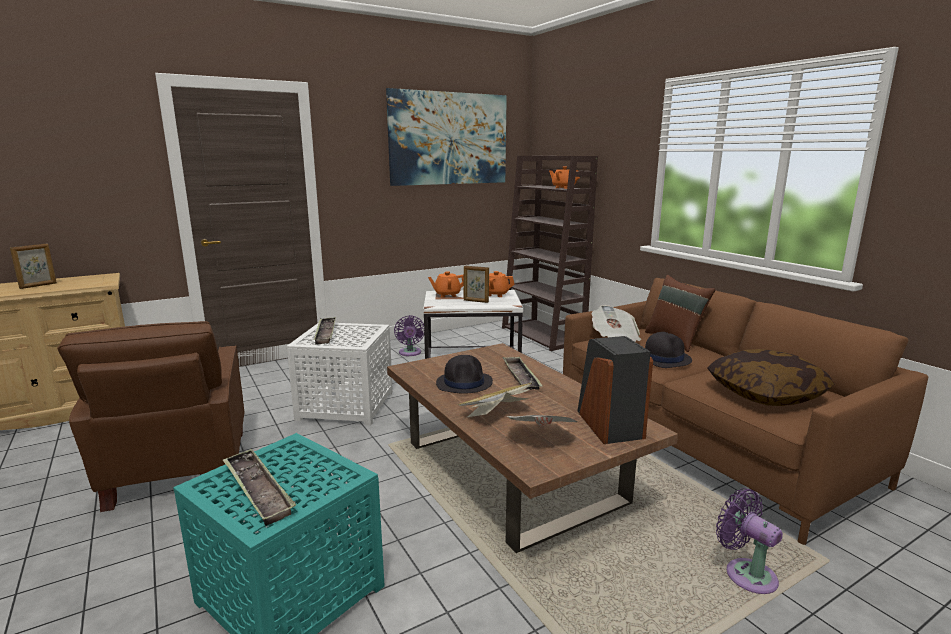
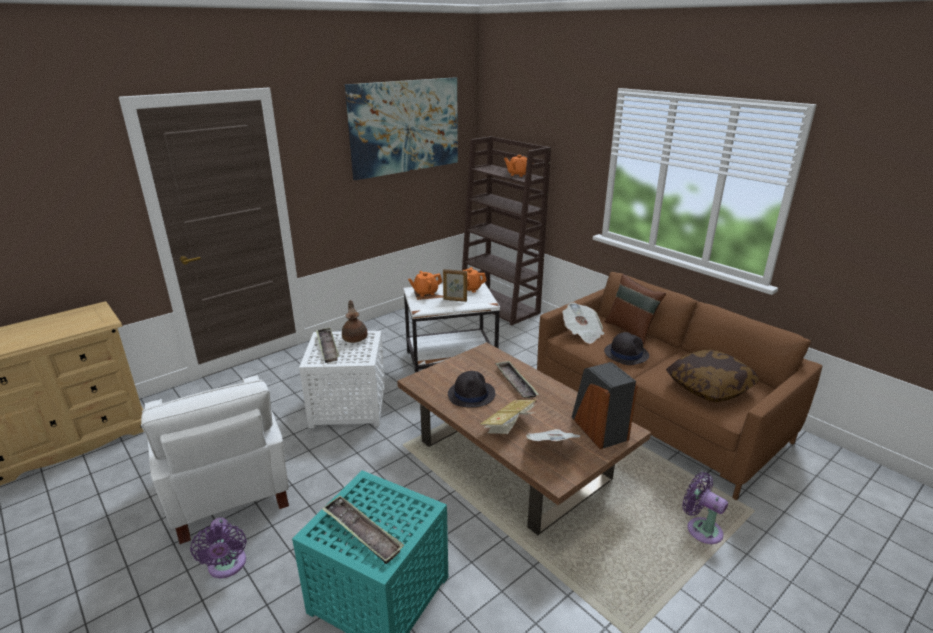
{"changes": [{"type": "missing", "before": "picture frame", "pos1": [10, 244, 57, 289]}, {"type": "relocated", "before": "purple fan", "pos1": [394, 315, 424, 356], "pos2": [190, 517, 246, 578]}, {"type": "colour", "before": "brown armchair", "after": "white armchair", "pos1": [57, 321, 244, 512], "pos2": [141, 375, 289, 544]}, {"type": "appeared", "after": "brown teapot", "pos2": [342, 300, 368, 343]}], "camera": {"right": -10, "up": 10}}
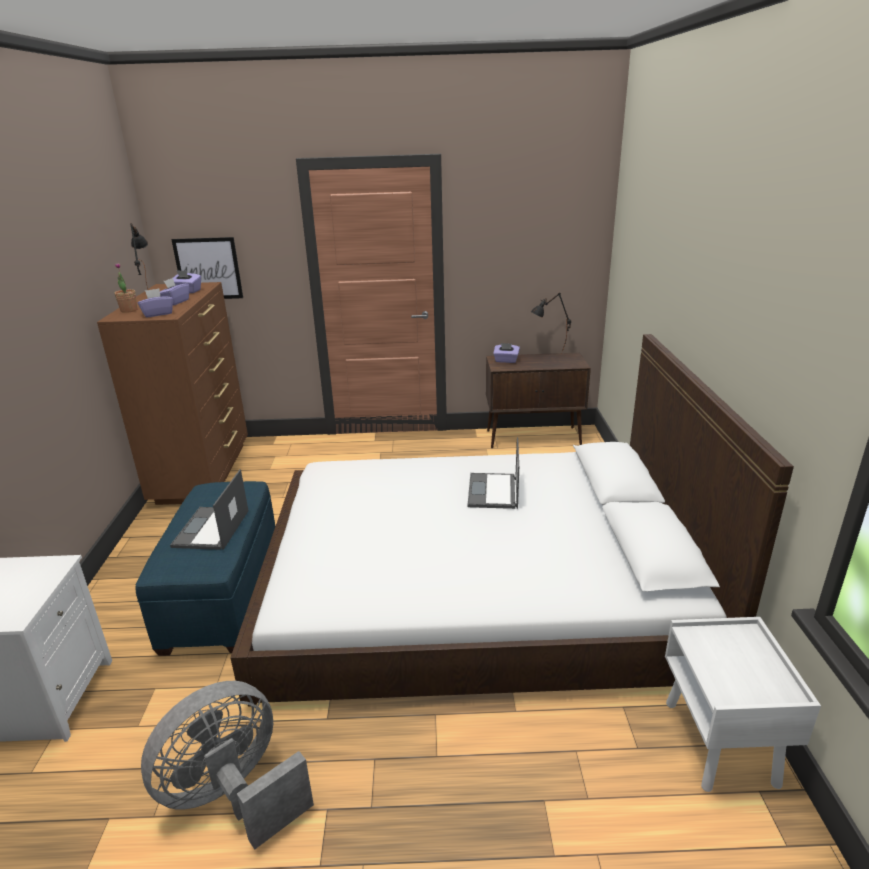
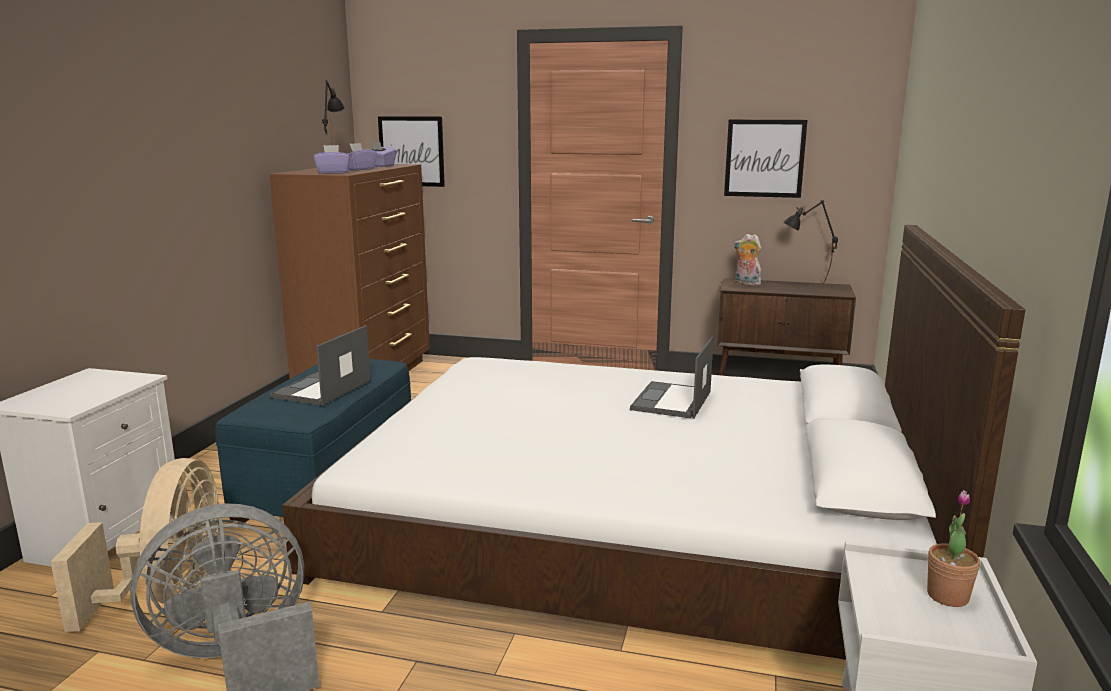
{"changes": [{"type": "relocated", "before": "potted plant", "pos1": [115, 262, 138, 313], "pos2": [927, 490, 980, 607]}, {"type": "exchanged", "before": "purple tissue box", "after": "plush toy", "pos1": [493, 343, 520, 363], "pos2": [734, 234, 761, 285]}, {"type": "appeared", "after": "picture", "pos2": [724, 120, 807, 198]}, {"type": "appeared", "after": "beige fan", "pos2": [51, 458, 219, 632]}], "camera": {"right": 15, "up": -10}}
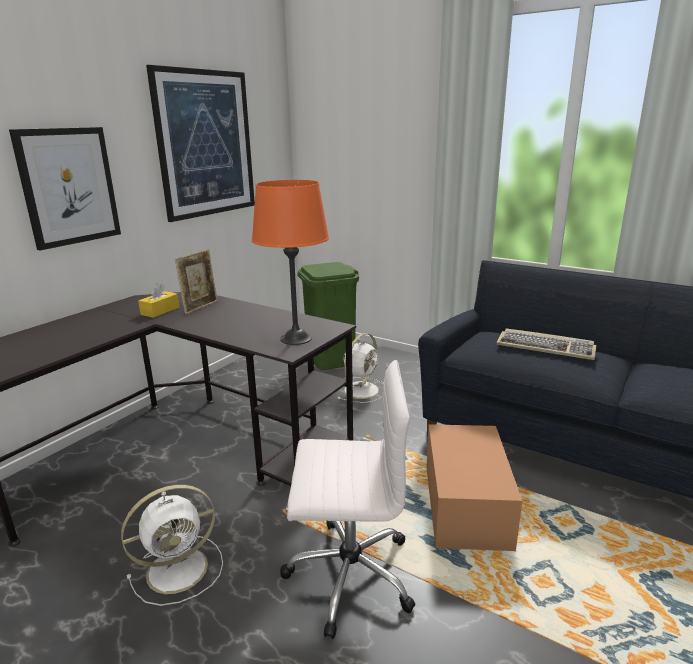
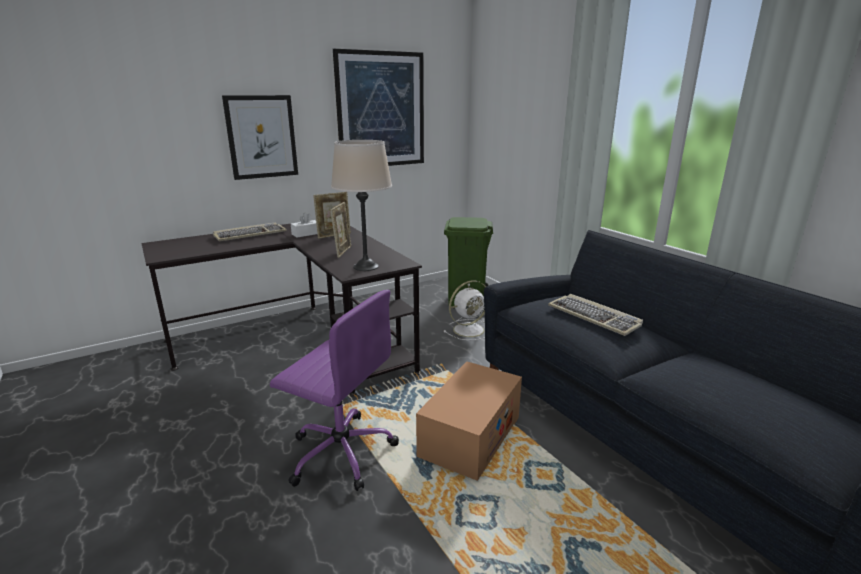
{"changes": [{"type": "colour", "before": "orange table lamp", "after": "beige table lamp", "pos1": [252, 180, 329, 345], "pos2": [331, 140, 392, 271]}, {"type": "colour", "before": "yellow tissue box", "after": "white tissue box", "pos1": [138, 283, 179, 318], "pos2": [291, 213, 317, 237]}, {"type": "colour", "before": "white office chair", "after": "purple office chair", "pos1": [280, 360, 415, 639], "pos2": [270, 290, 399, 491]}, {"type": "missing", "before": "white fan", "pos1": [121, 485, 223, 606]}, {"type": "appeared", "after": "picture frame", "pos2": [330, 202, 351, 258]}, {"type": "appeared", "after": "keyboard", "pos2": [213, 223, 287, 241]}], "camera": {"right": 25, "up": 0}}
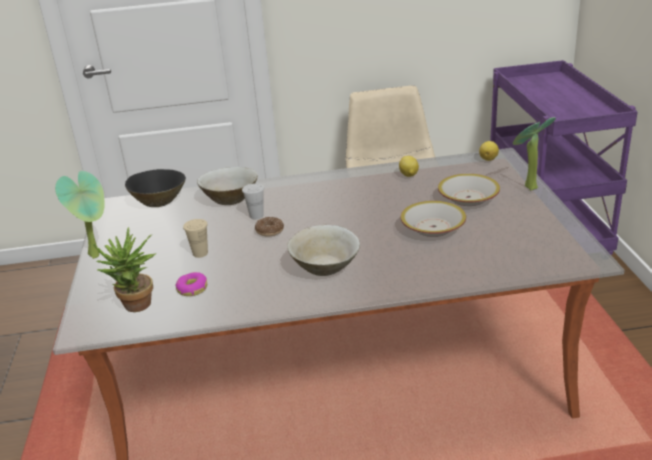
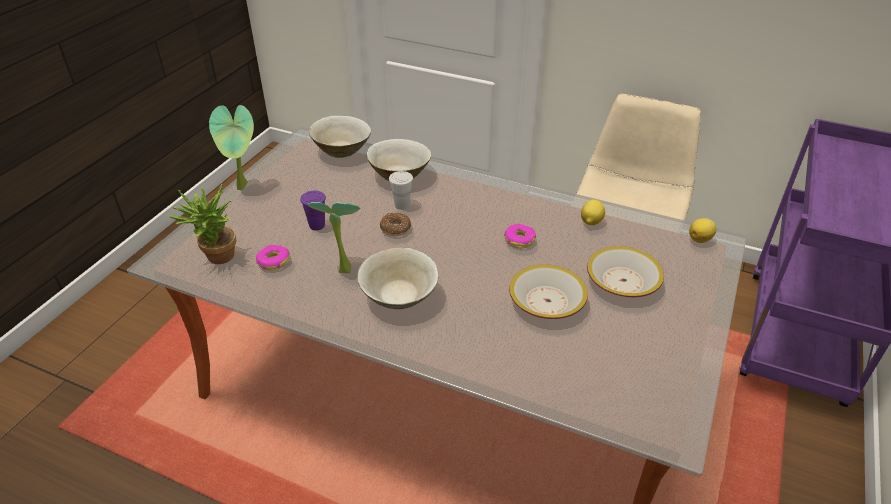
{"changes": [{"type": "relocated", "before": "potted plant", "pos1": [513, 117, 556, 190], "pos2": [308, 202, 360, 273]}, {"type": "colour", "before": "black bowl", "after": "beige bowl", "pos1": [125, 169, 186, 207], "pos2": [309, 116, 371, 158]}, {"type": "colour", "before": "beige cup", "after": "purple cup", "pos1": [183, 219, 208, 258], "pos2": [300, 191, 326, 230]}, {"type": "appeared", "after": "donut", "pos2": [504, 224, 536, 248]}], "camera": {"right": 30, "up": 10}}
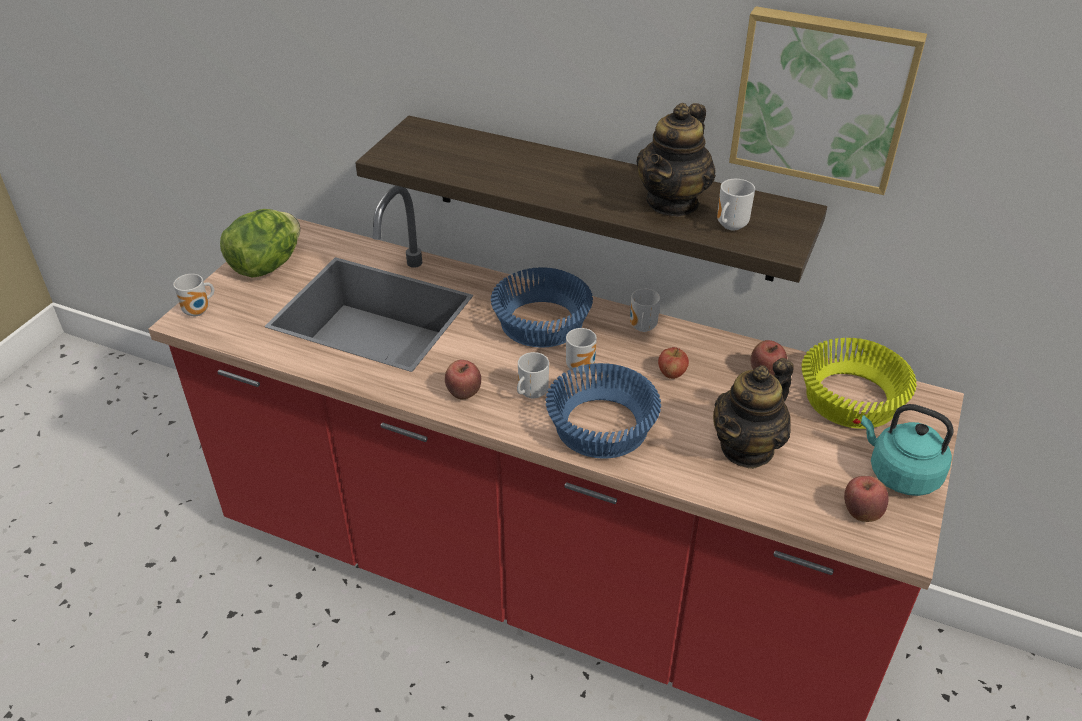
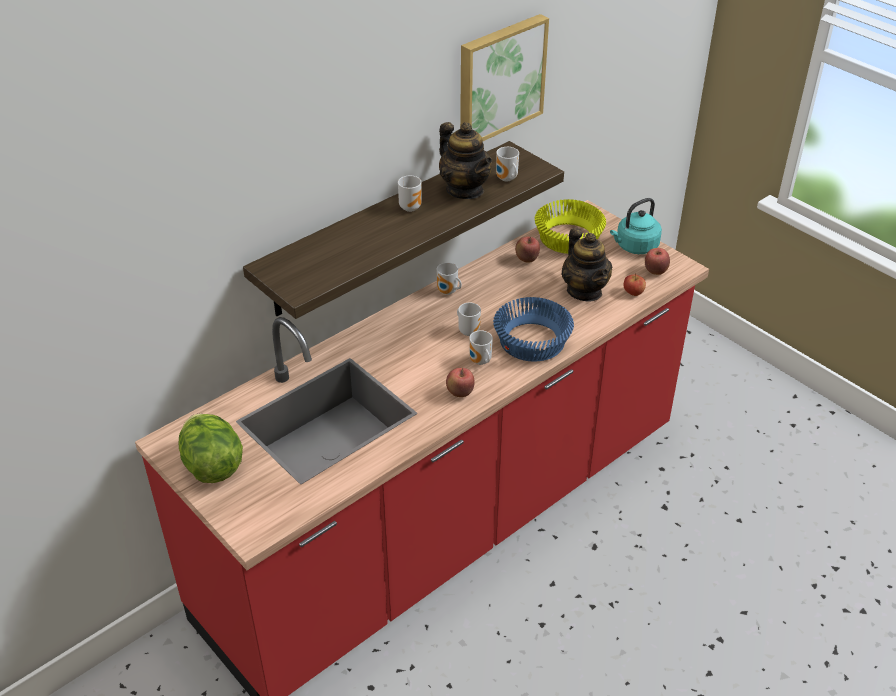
{"changes": [{"type": "missing", "before": "blue bowl", "pos1": [491, 267, 593, 347]}, {"type": "relocated", "before": "mug", "pos1": [173, 274, 214, 316], "pos2": [398, 176, 421, 212]}, {"type": "relocated", "before": "apple", "pos1": [658, 347, 689, 379], "pos2": [623, 274, 646, 296]}], "camera": {"right": -65, "up": 0}}
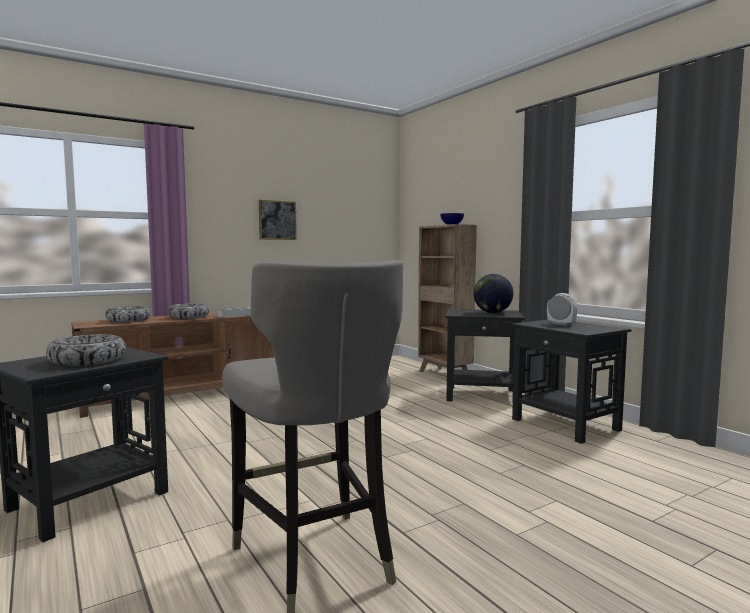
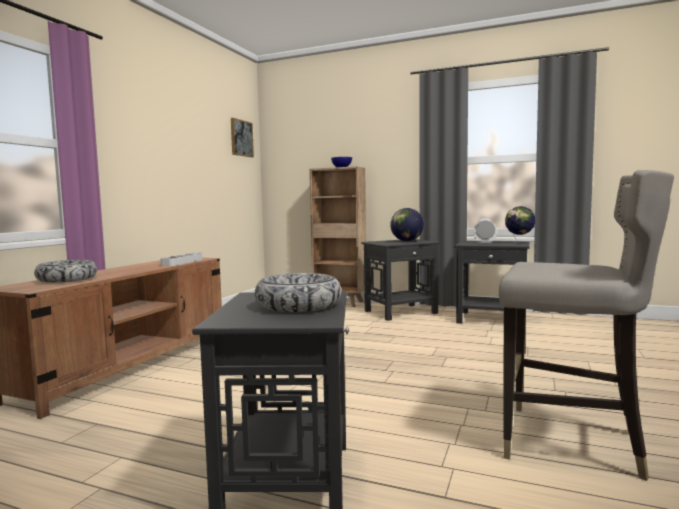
{"changes": [{"type": "relocated", "before": "picture", "pos1": [259, 200, 297, 240], "pos2": [231, 118, 254, 157]}, {"type": "missing", "before": "bowl", "pos1": [168, 303, 209, 319]}, {"type": "appeared", "after": "globe", "pos2": [505, 206, 535, 243]}], "camera": {"right": -35, "up": 0}}
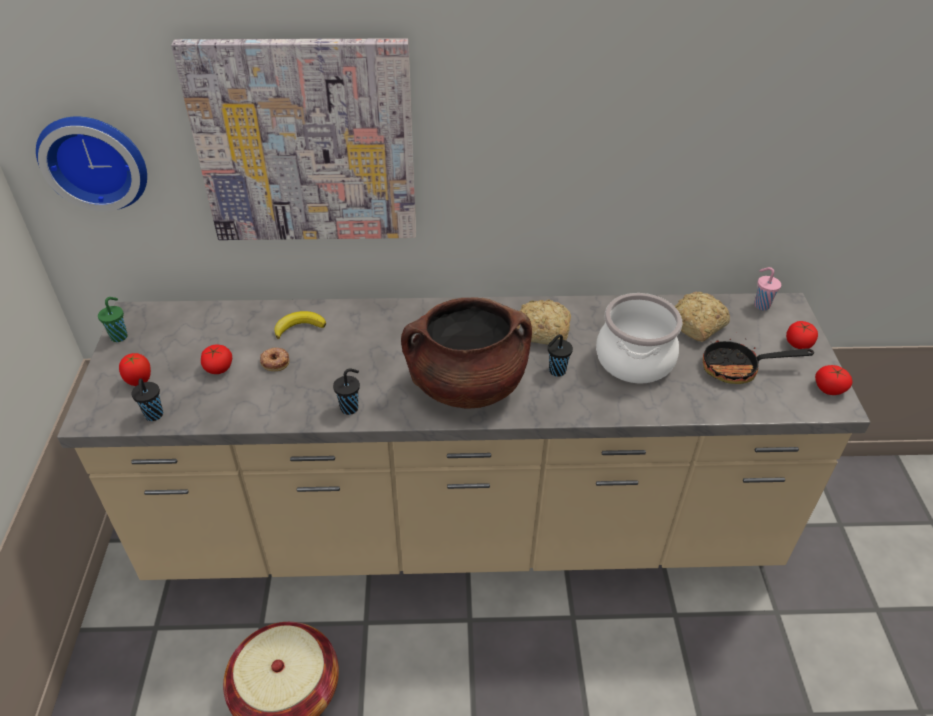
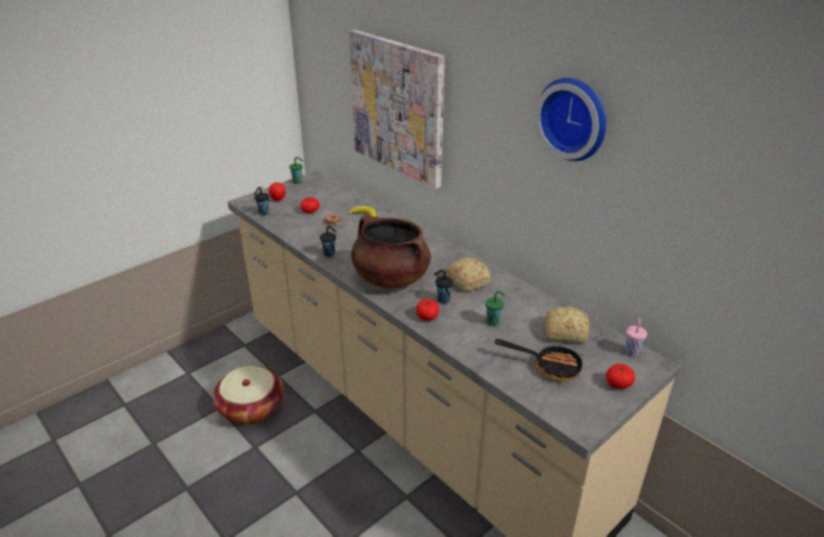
{"changes": [{"type": "relocated", "before": "wall clock", "pos1": [36, 116, 147, 211], "pos2": [535, 78, 606, 161]}, {"type": "exchanged", "before": "cooking pot", "after": "green cup", "pos1": [596, 293, 683, 384], "pos2": [485, 291, 505, 326]}, {"type": "spun", "before": "frying pan", "pos1": [703, 338, 814, 384], "pos2": [495, 339, 583, 382], "turn": 150}, {"type": "relocated", "before": "tomato", "pos1": [815, 365, 852, 395], "pos2": [416, 299, 439, 321]}], "camera": {"right": 50, "up": -10}}
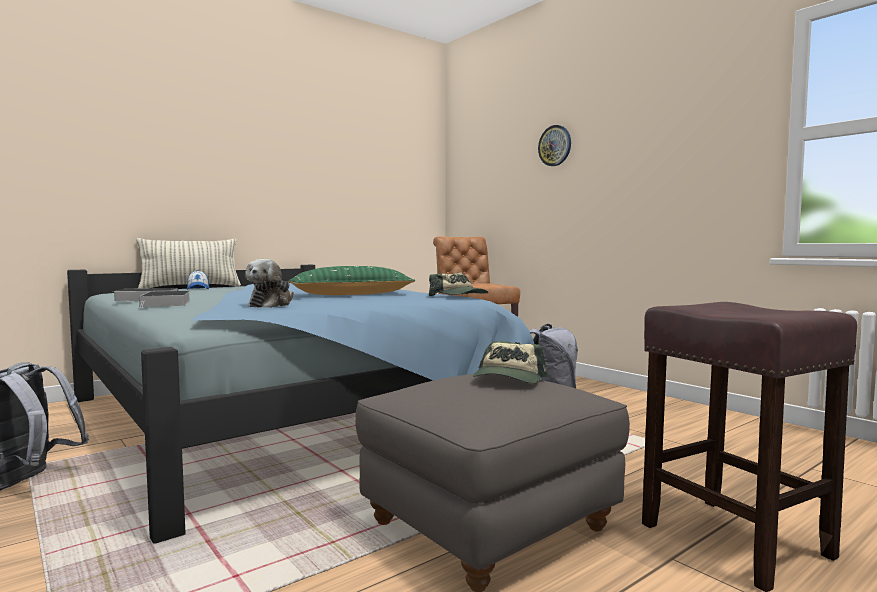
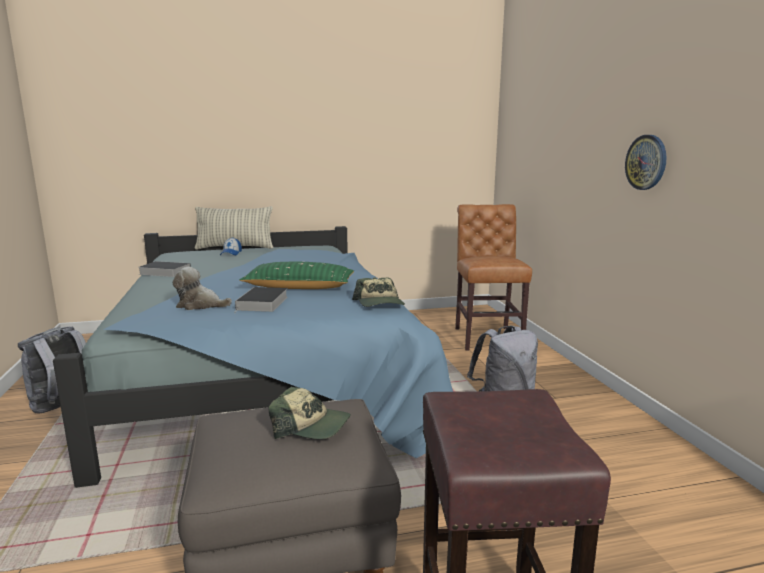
{"changes": [{"type": "relocated", "before": "wall clock", "pos1": [538, 125, 571, 166], "pos2": [625, 135, 667, 190]}, {"type": "spun", "before": "plush toy", "pos1": [245, 259, 294, 308], "pos2": [173, 267, 232, 310], "turn": 60}, {"type": "relocated", "before": "book", "pos1": [139, 291, 191, 308], "pos2": [234, 287, 288, 313]}, {"type": "spun", "before": "cap", "pos1": [473, 341, 548, 383], "pos2": [268, 387, 351, 439], "turn": -120}], "camera": {"right": 25, "up": 10}}
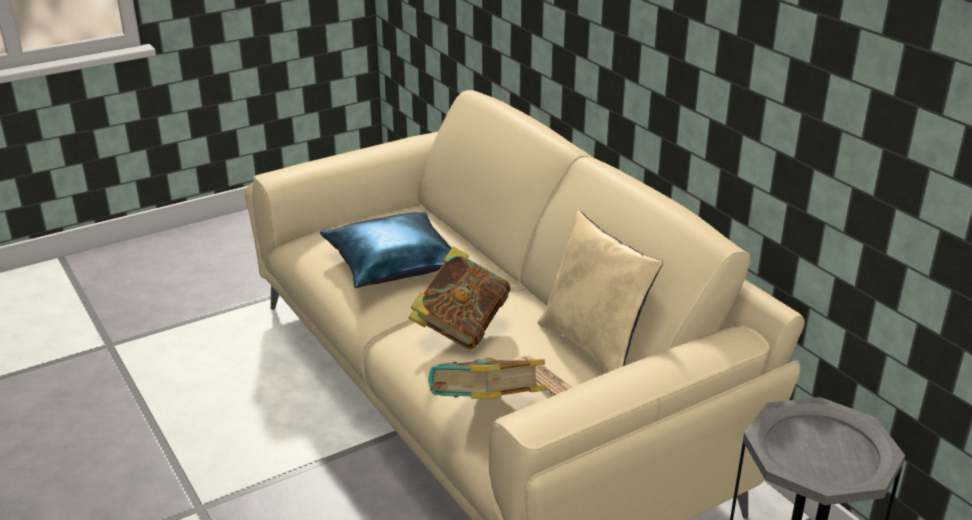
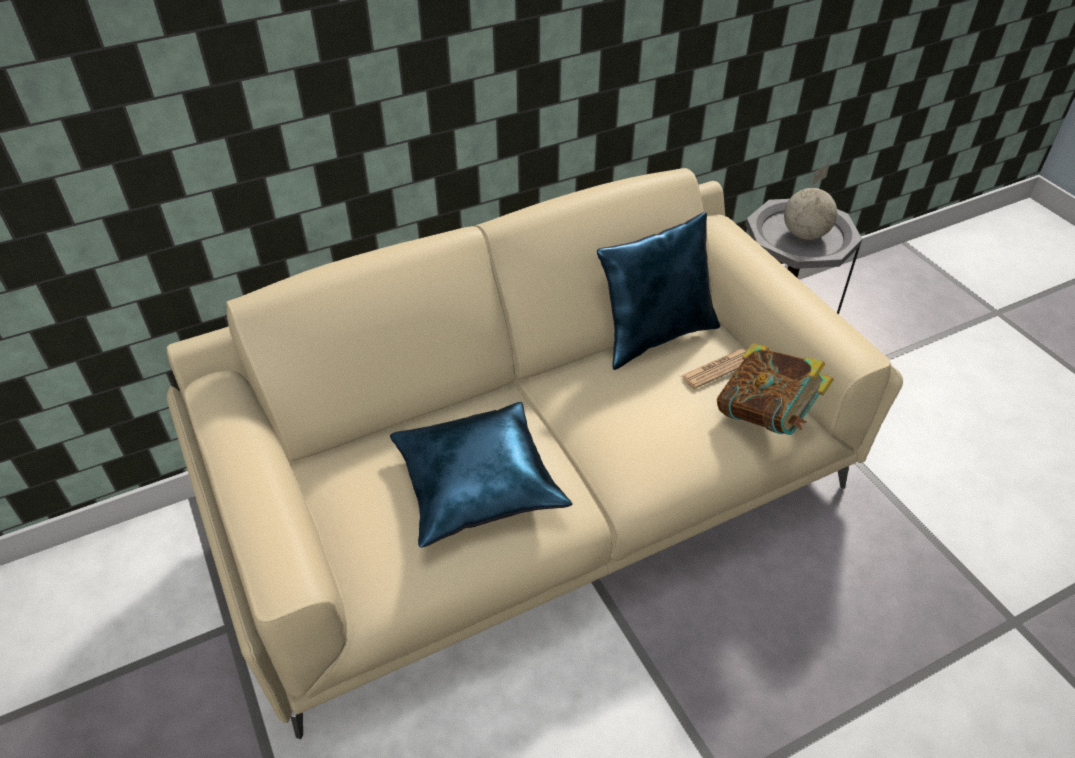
{"changes": [{"type": "colour", "before": "beige pillow", "after": "blue pillow", "pos1": [538, 211, 663, 373], "pos2": [597, 212, 720, 370]}, {"type": "missing", "before": "book", "pos1": [409, 246, 510, 350]}, {"type": "appeared", "after": "globe", "pos2": [784, 163, 837, 240]}], "camera": {"right": -85, "up": 15}}
